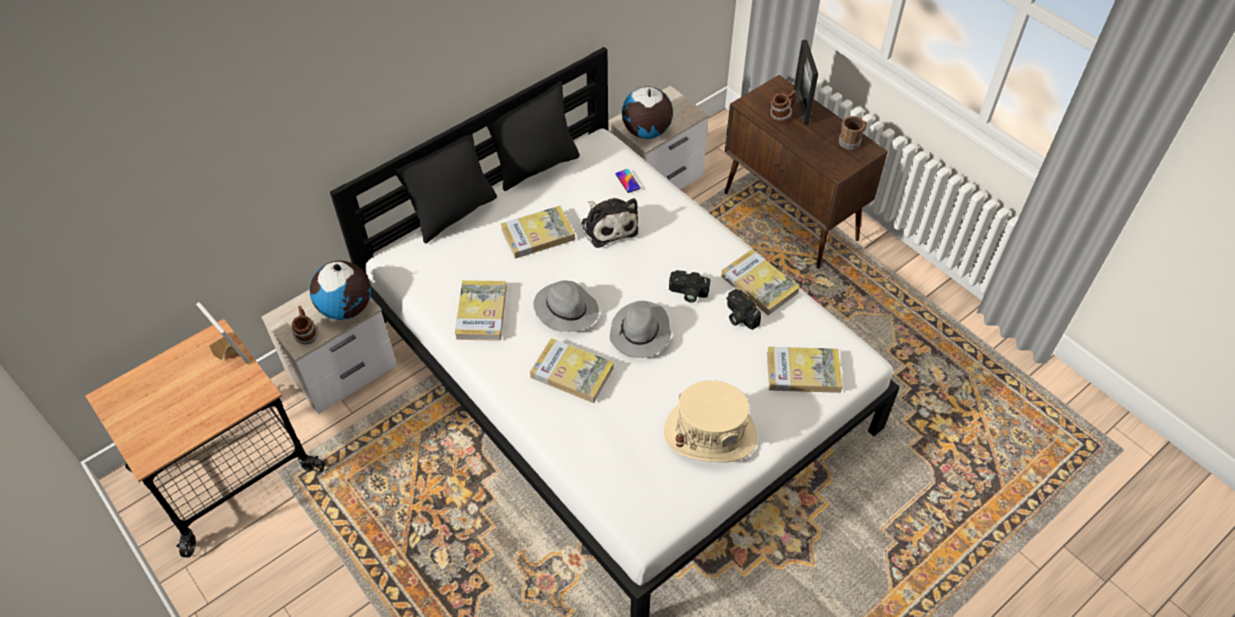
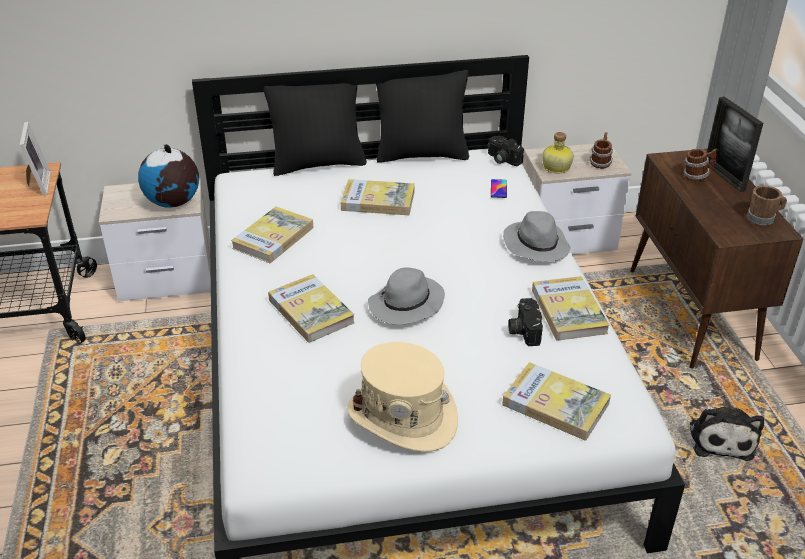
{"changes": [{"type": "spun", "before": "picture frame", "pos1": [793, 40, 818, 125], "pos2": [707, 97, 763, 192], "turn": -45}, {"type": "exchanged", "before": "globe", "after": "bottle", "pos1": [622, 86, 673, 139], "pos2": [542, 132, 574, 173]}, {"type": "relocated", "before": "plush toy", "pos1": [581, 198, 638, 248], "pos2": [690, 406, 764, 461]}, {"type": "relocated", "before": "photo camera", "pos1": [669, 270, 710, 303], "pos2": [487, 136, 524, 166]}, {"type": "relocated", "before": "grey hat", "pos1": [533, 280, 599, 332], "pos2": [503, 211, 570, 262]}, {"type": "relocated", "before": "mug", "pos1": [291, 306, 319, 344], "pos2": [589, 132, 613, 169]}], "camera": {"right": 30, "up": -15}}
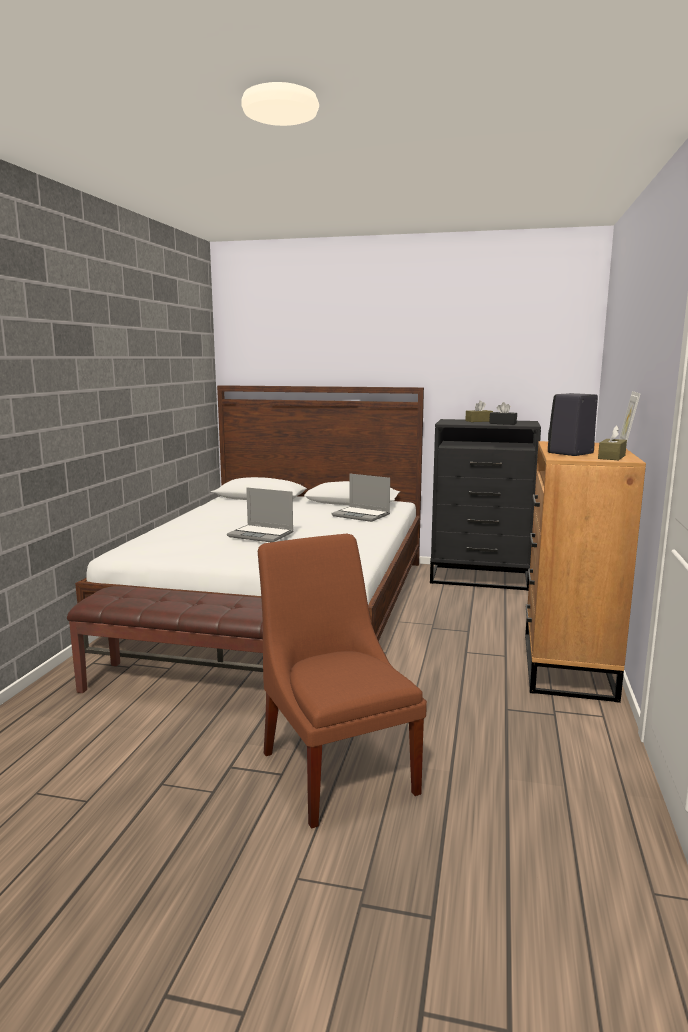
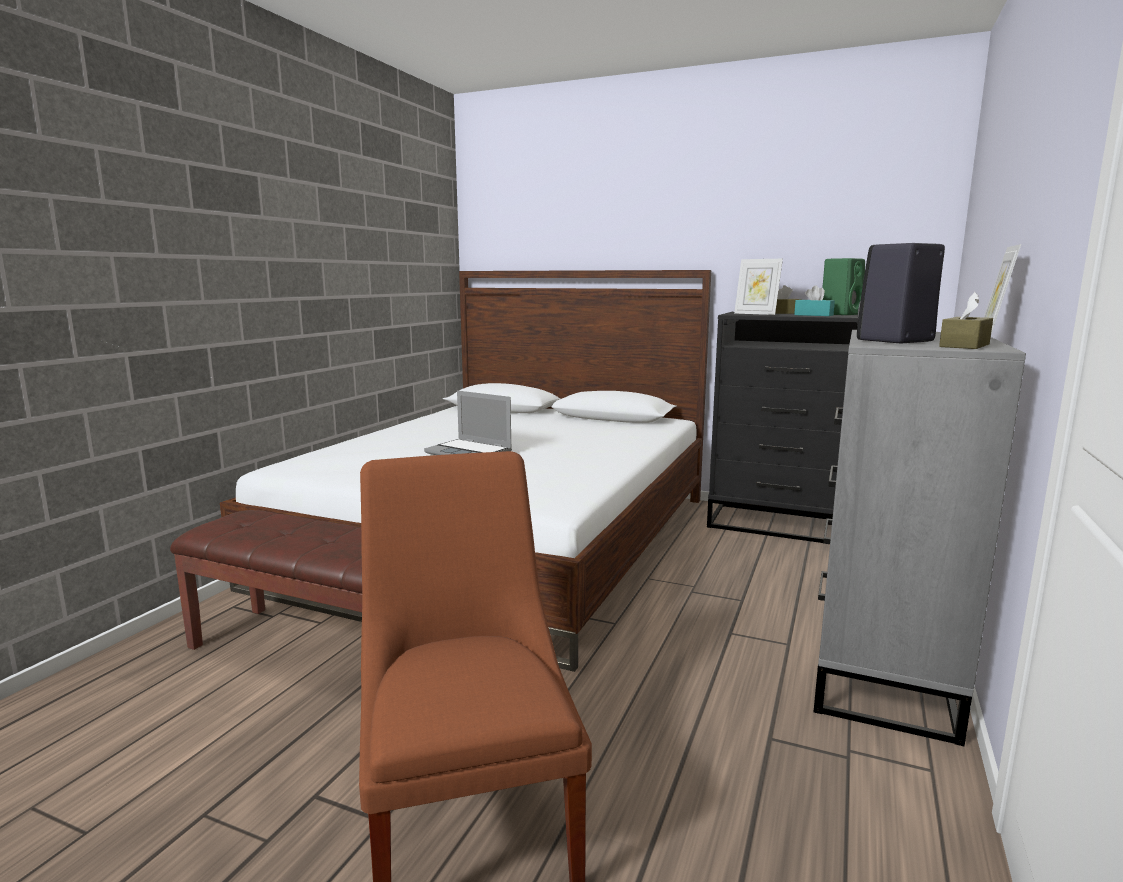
{"changes": [{"type": "colour", "before": "black tissue box", "after": "turquoise tissue box", "pos1": [489, 402, 517, 425], "pos2": [794, 286, 835, 316]}, {"type": "colour", "before": "brown dresser", "after": "grey dresser", "pos1": [525, 441, 646, 703], "pos2": [814, 330, 1026, 746]}, {"type": "missing", "before": "laptop", "pos1": [331, 474, 390, 522]}, {"type": "appeared", "after": "green speaker", "pos2": [822, 258, 865, 315]}, {"type": "appeared", "after": "picture frame", "pos2": [734, 259, 783, 315]}], "camera": {"right": 10, "up": 0}}
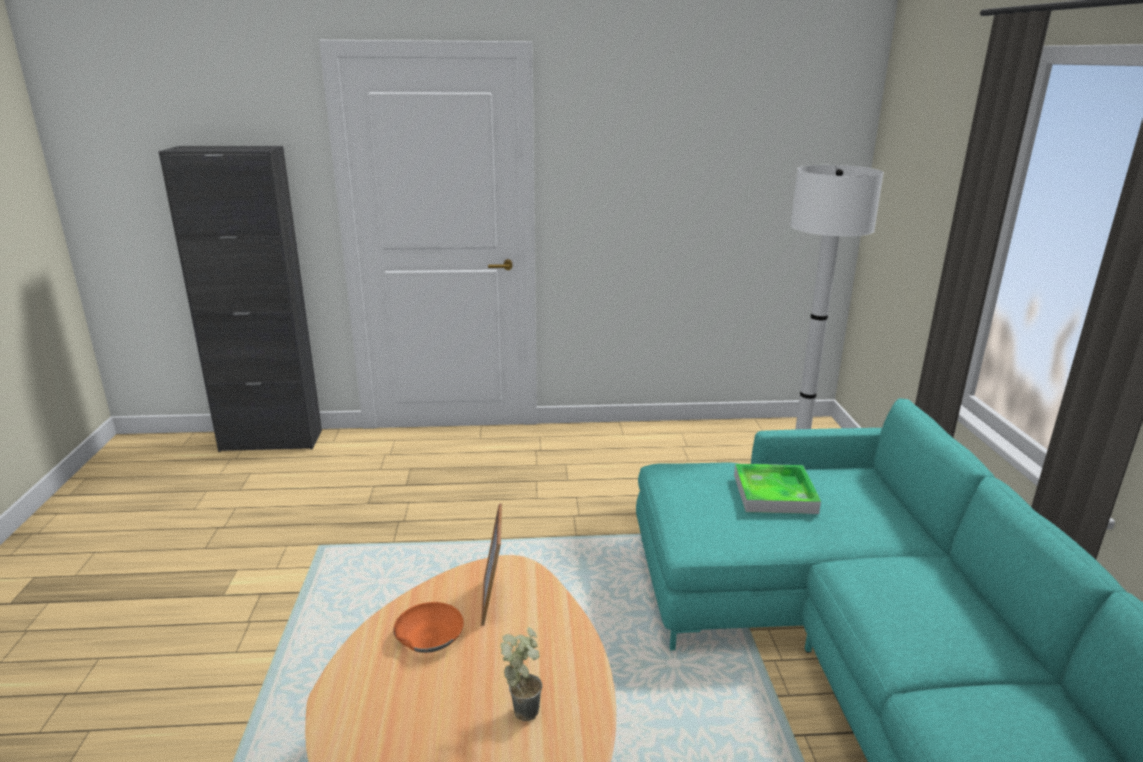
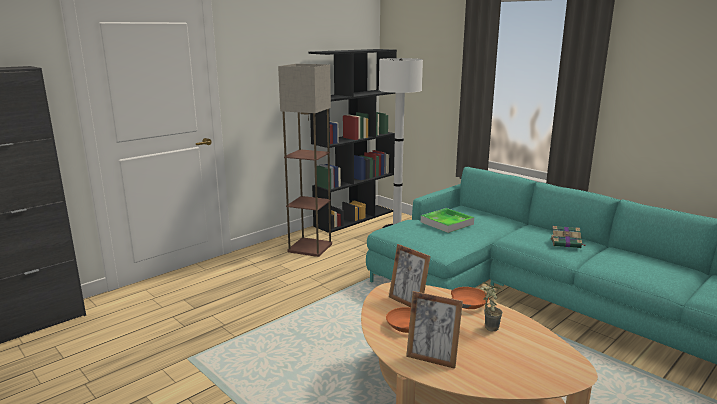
{"changes": [{"type": "appeared", "after": "black bookcase", "pos2": [308, 49, 397, 233]}, {"type": "appeared", "after": "floor lamp", "pos2": [278, 64, 332, 257]}, {"type": "appeared", "after": "book", "pos2": [551, 226, 585, 248]}, {"type": "appeared", "after": "orange bowl", "pos2": [451, 287, 489, 309]}, {"type": "appeared", "after": "picture frame", "pos2": [406, 291, 463, 369]}], "camera": {"right": -40, "up": -5}}
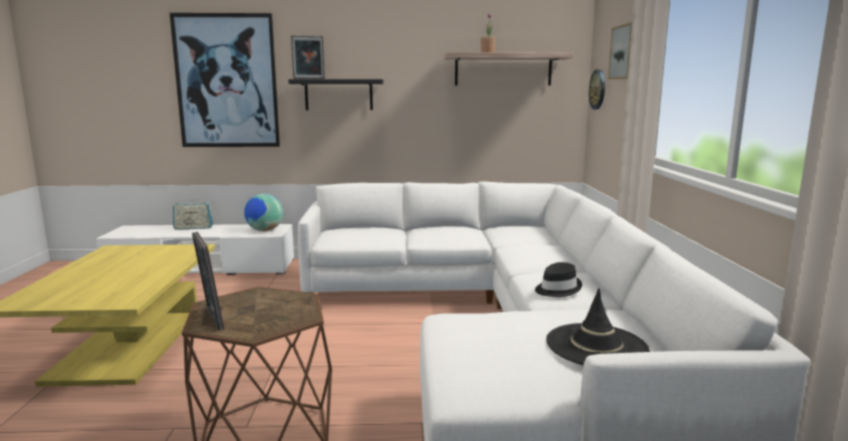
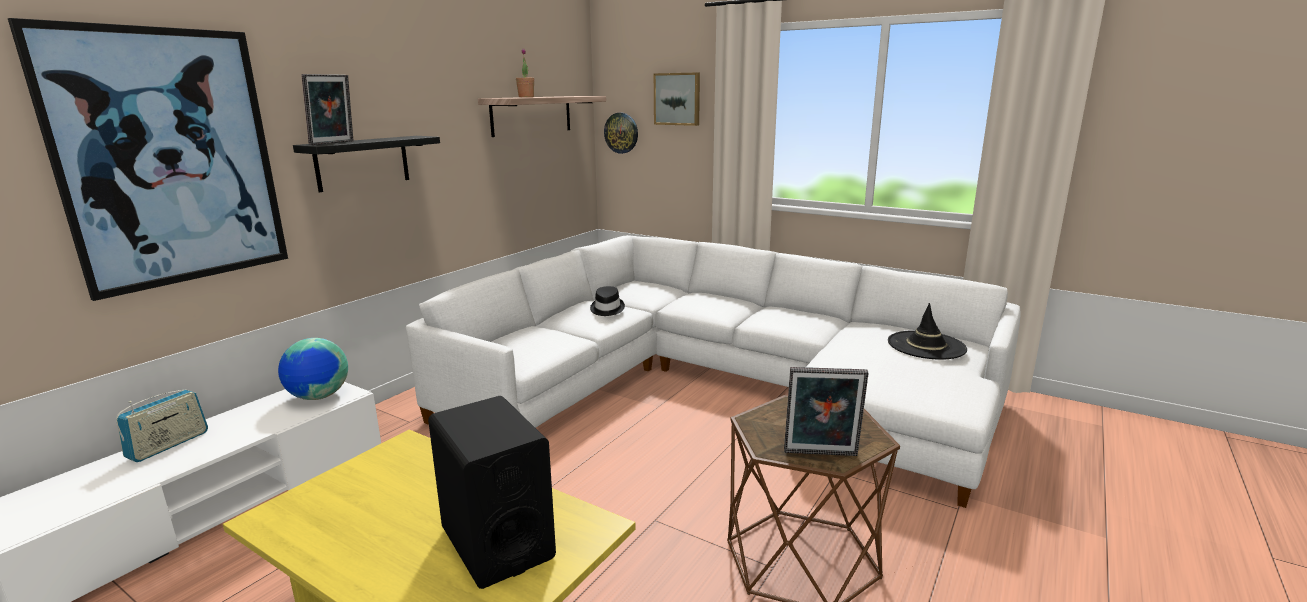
{"changes": [{"type": "relocated", "before": "black hat", "pos1": [535, 262, 582, 297], "pos2": [590, 286, 625, 316]}, {"type": "appeared", "after": "black speaker", "pos2": [428, 396, 556, 589]}], "camera": {"right": -55, "up": 5}}
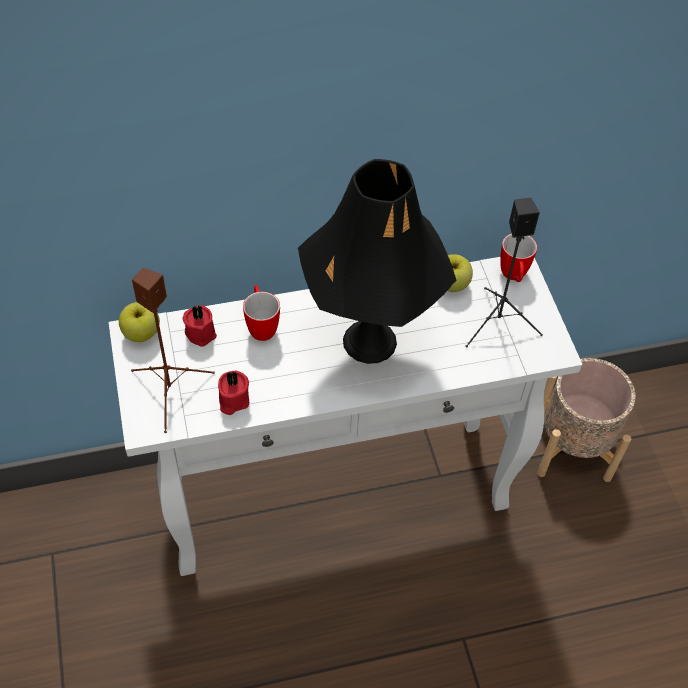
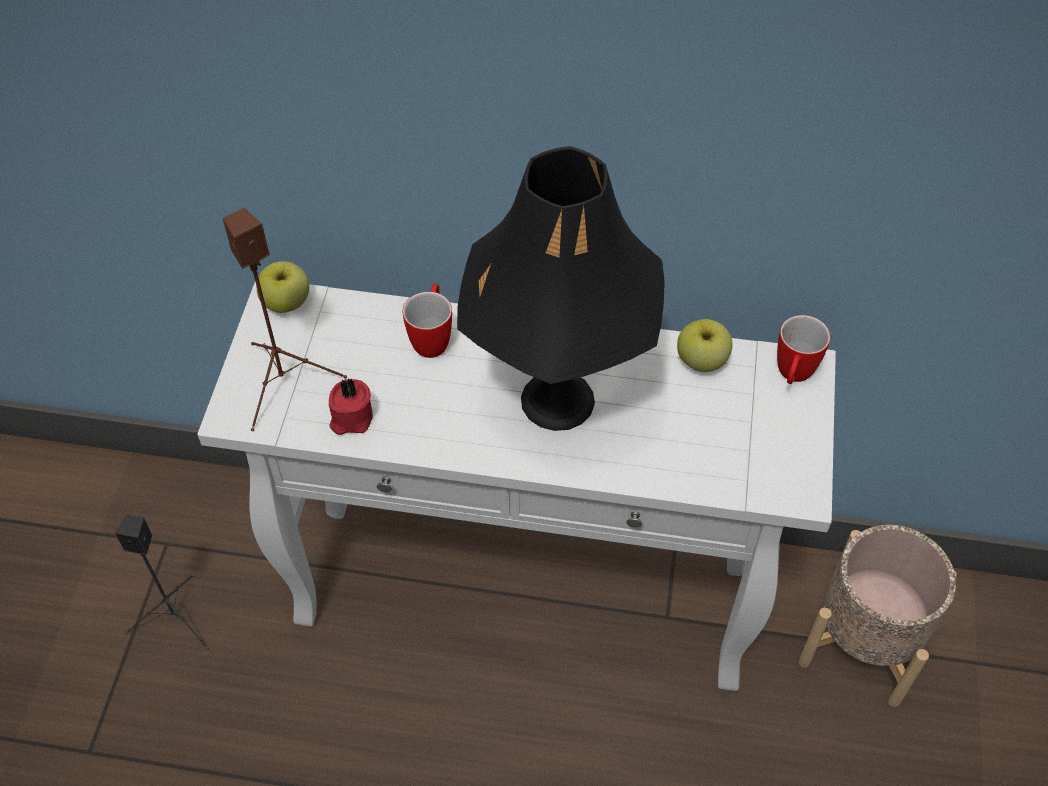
{"changes": [{"type": "relocated", "before": "black speaker", "pos1": [465, 197, 543, 348], "pos2": [115, 514, 209, 650]}, {"type": "missing", "before": "red candle", "pos1": [182, 305, 217, 347]}], "camera": {"right": 25, "up": 0}}
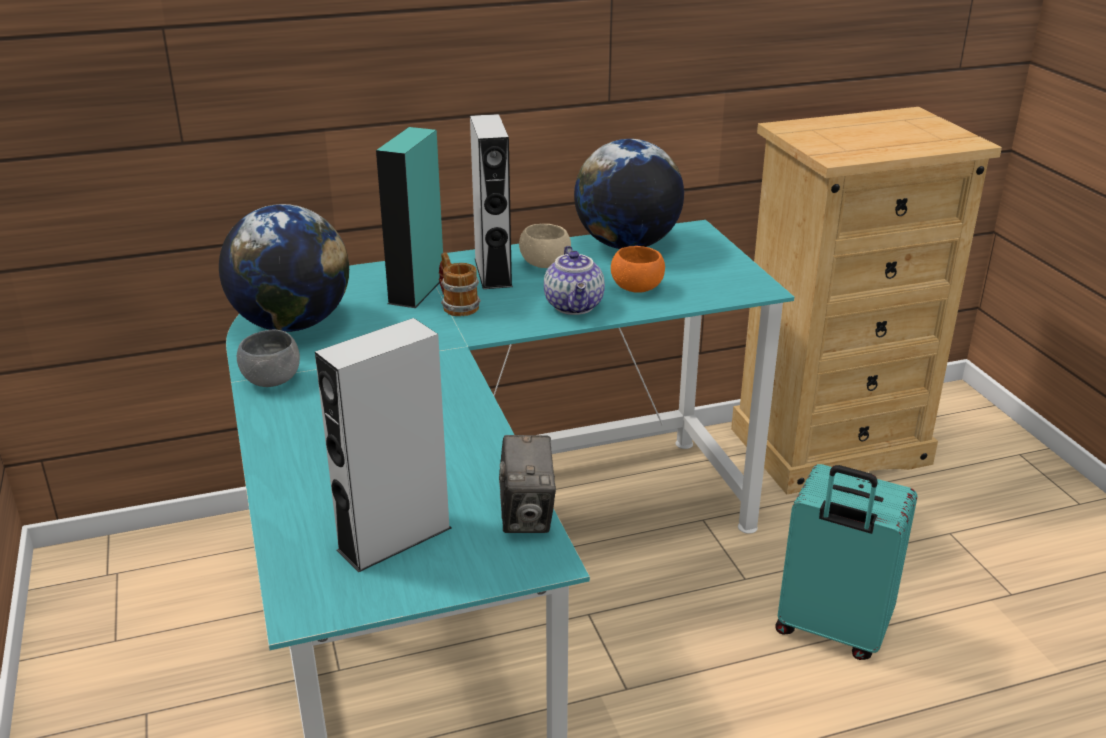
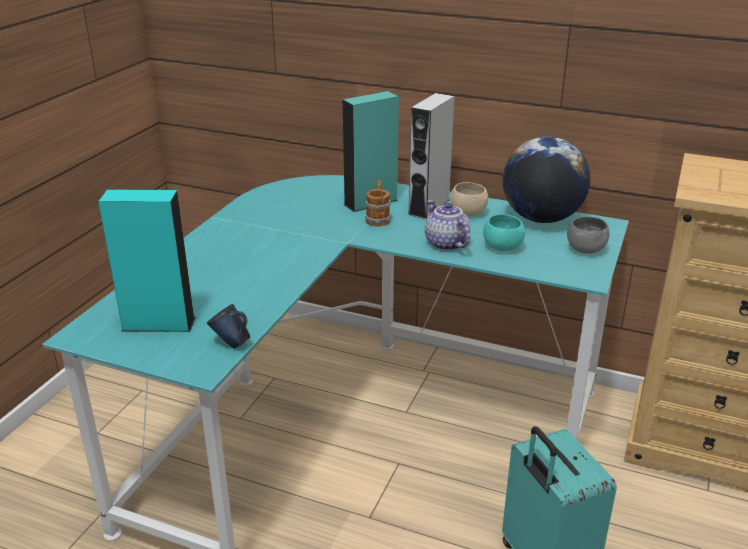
{"changes": [{"type": "missing", "before": "globe", "pos1": [219, 204, 349, 332]}, {"type": "spun", "before": "teapot", "pos1": [544, 246, 605, 315], "pos2": [425, 200, 470, 251], "turn": 120}, {"type": "colour", "before": "orange bowl", "after": "turquoise bowl", "pos1": [611, 246, 665, 293], "pos2": [483, 214, 525, 251]}, {"type": "colour", "before": "grey speaker", "after": "turquoise speaker", "pos1": [315, 318, 451, 572], "pos2": [98, 189, 196, 332]}, {"type": "relocated", "before": "grey bowl", "pos1": [237, 330, 300, 387], "pos2": [567, 216, 609, 254]}, {"type": "exchanged", "before": "photo camera", "after": "blue mug", "pos1": [499, 435, 556, 533], "pos2": [207, 304, 250, 349]}], "camera": {"right": 40, "up": 0}}
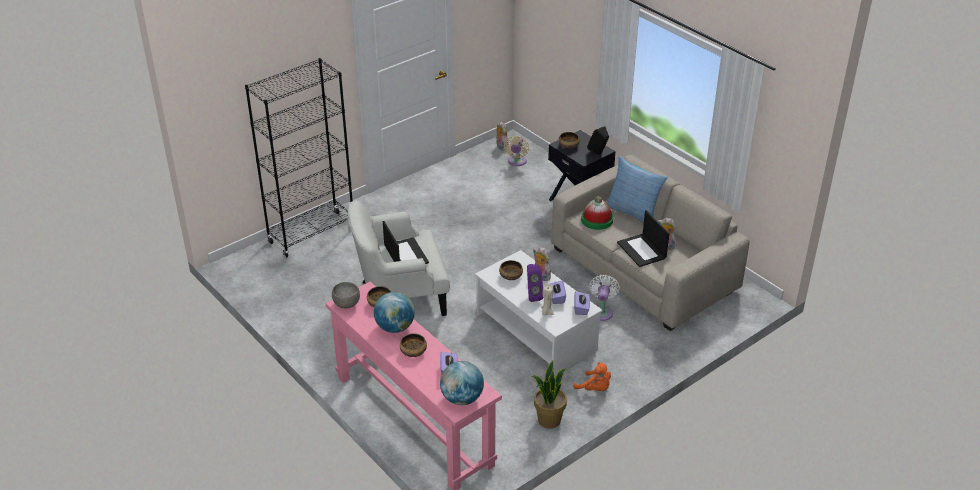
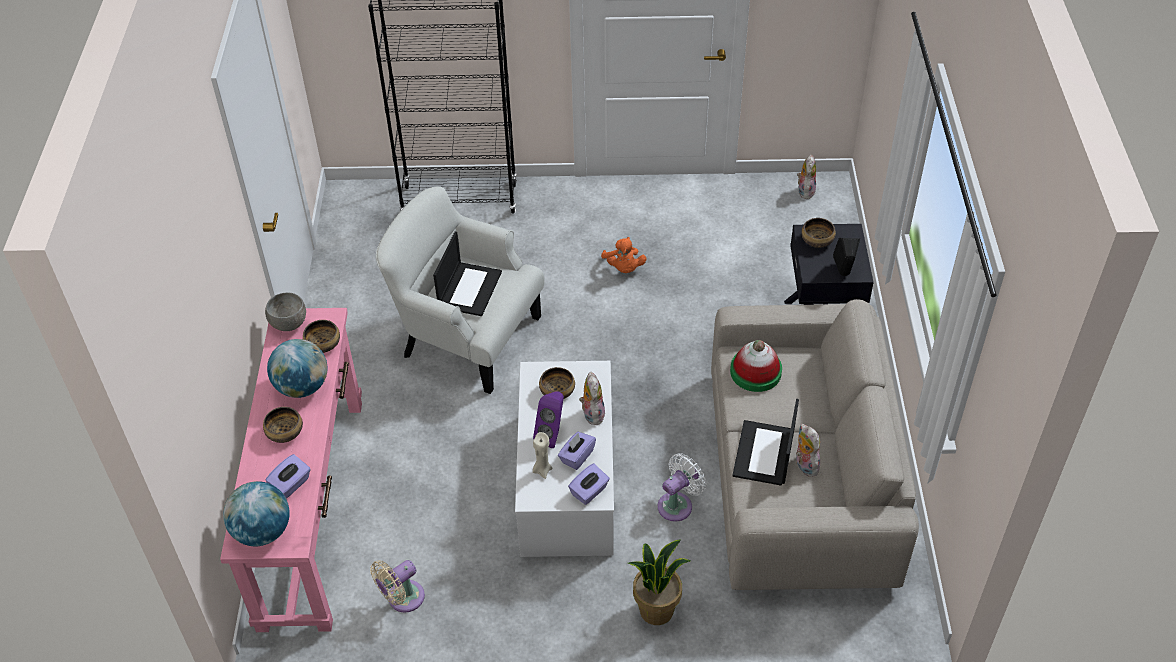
{"changes": [{"type": "relocated", "before": "beige fan", "pos1": [504, 136, 529, 166], "pos2": [370, 560, 425, 613]}, {"type": "missing", "before": "pillow", "pos1": [606, 156, 668, 223]}, {"type": "relocated", "before": "potted plant", "pos1": [532, 360, 567, 429], "pos2": [628, 539, 691, 625]}, {"type": "relocated", "before": "orange plush toy", "pos1": [573, 362, 611, 391], "pos2": [601, 237, 646, 273]}], "camera": {"right": 40, "up": 10}}
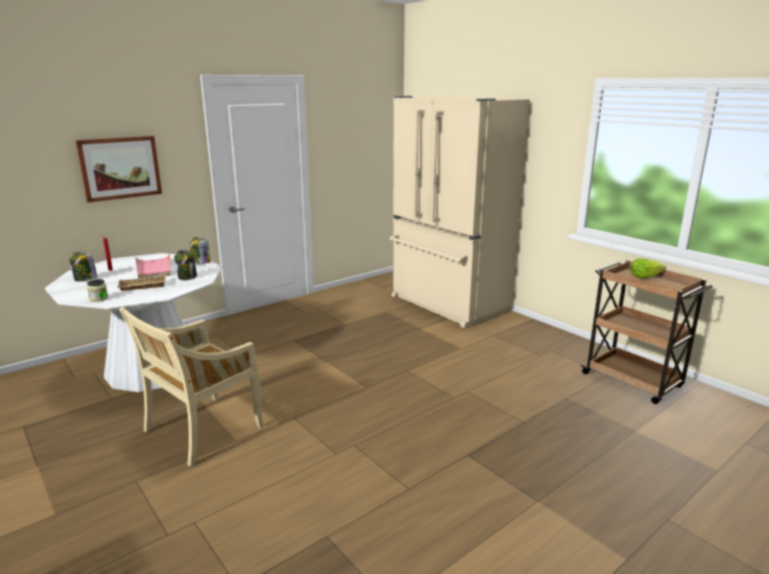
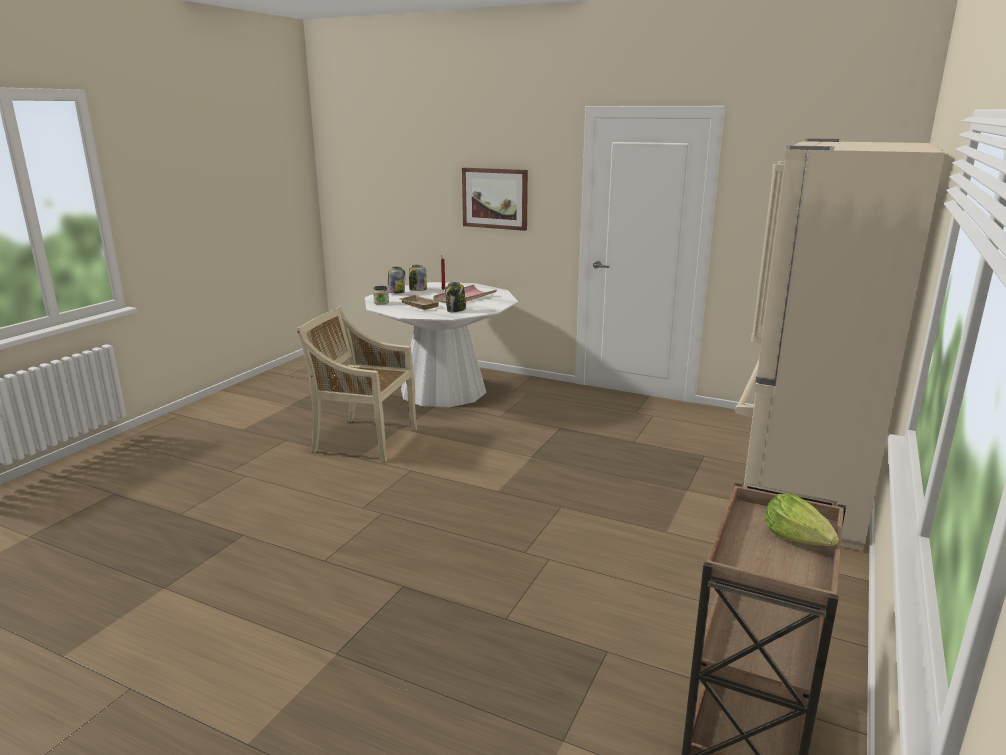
{"changes": [{"type": "relocated", "before": "jar", "pos1": [190, 237, 210, 264], "pos2": [388, 267, 405, 294]}], "camera": {"right": 65, "up": 0}}
